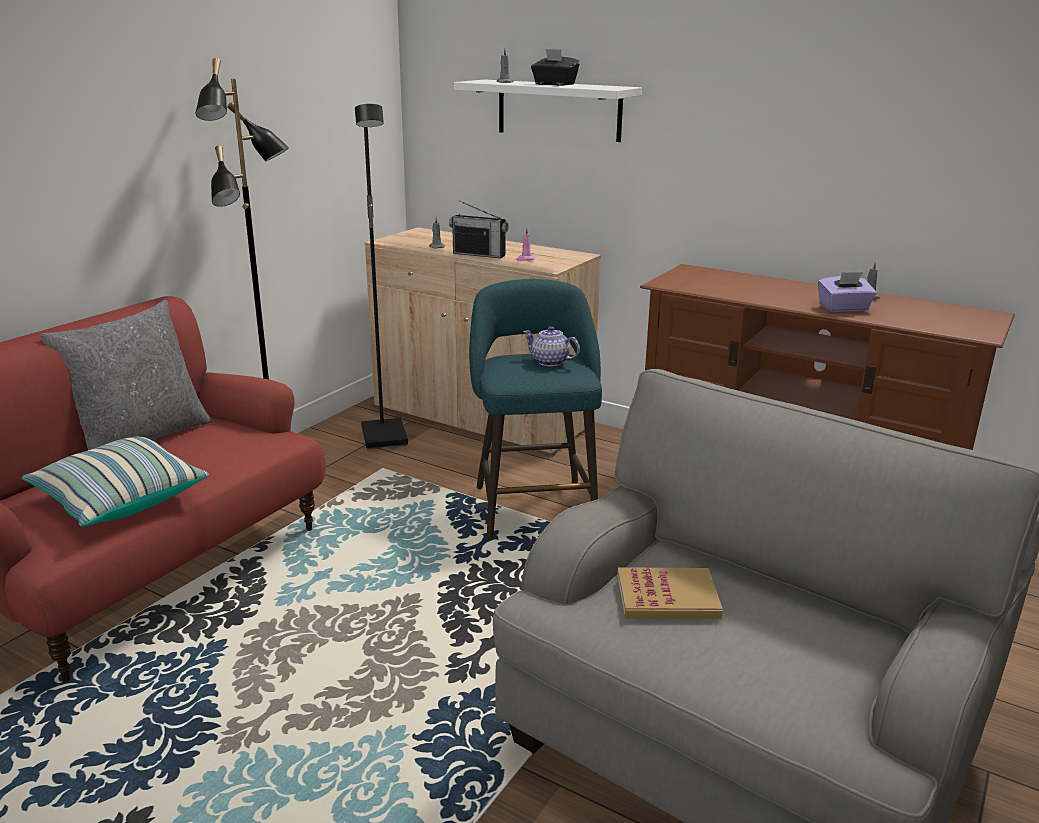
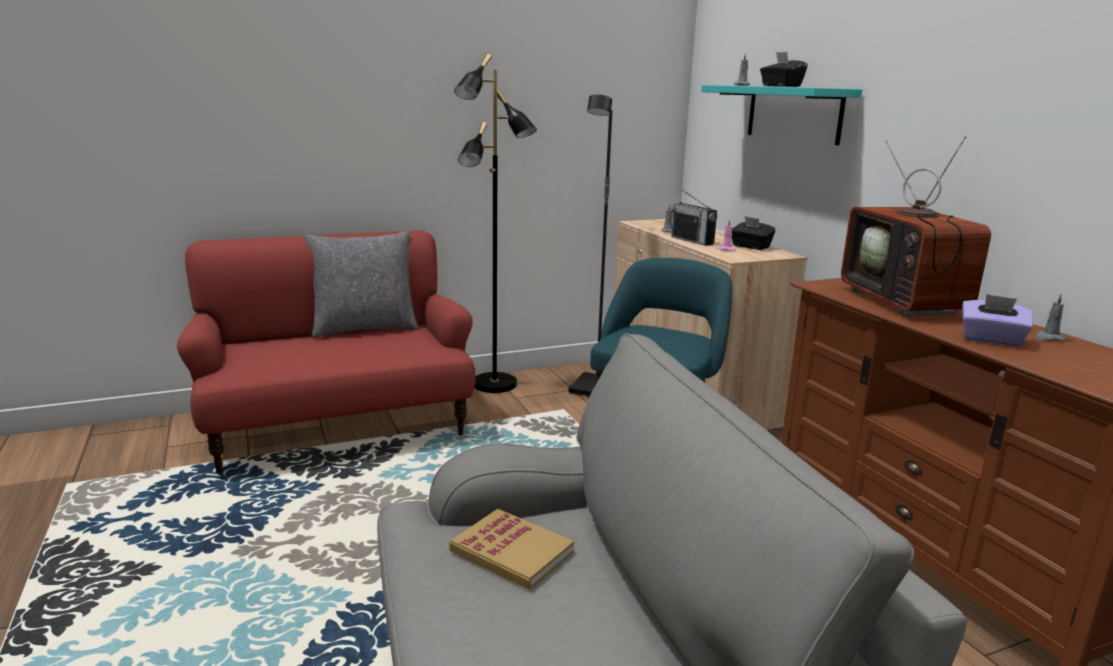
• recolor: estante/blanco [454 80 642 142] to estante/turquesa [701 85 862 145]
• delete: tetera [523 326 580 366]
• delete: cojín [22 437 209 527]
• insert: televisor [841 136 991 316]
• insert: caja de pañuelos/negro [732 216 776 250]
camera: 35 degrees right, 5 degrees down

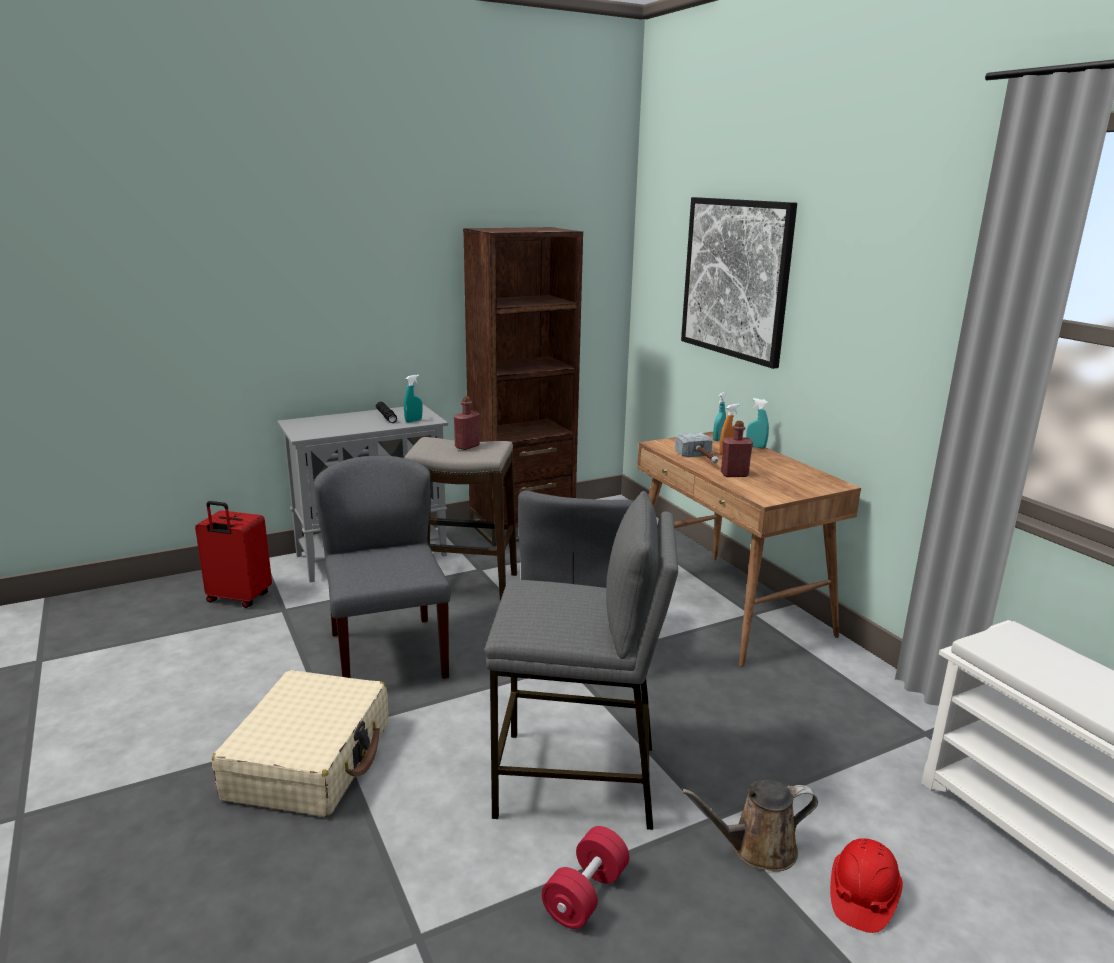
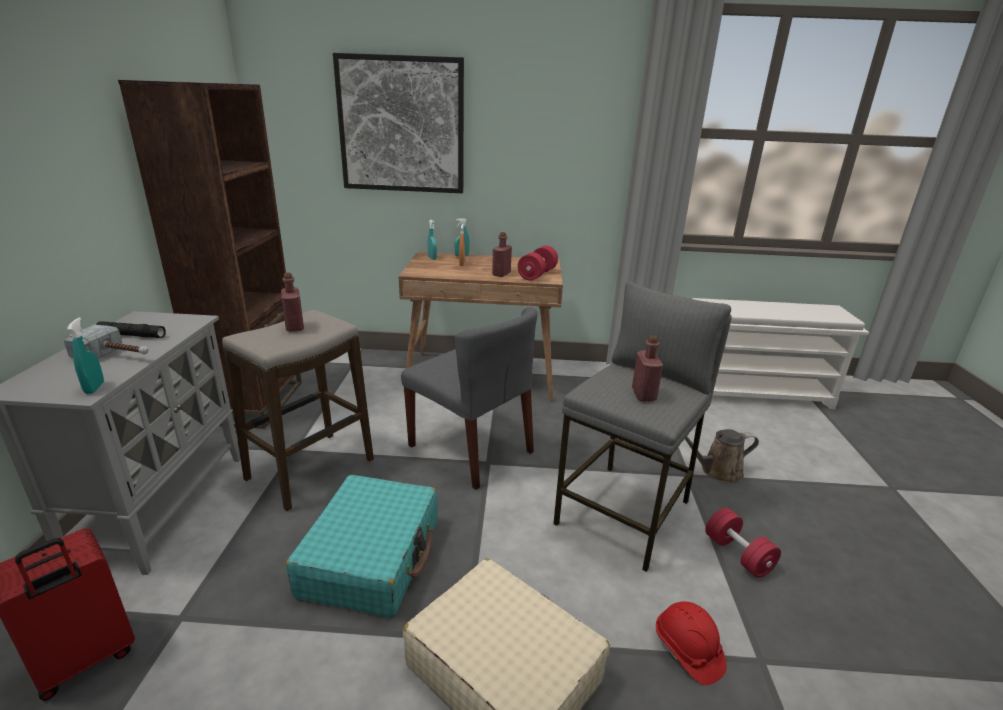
• move: pulverizador/turquesa [404 375 423 422] to [67 317 104 394]
• move: martillo [675 432 719 463] to [64 325 149 358]
• replace: silla/gris [314 456 451 679] to maleta/turquesa [286 475 438 618]
• rotate: regadera/marrón [681 780 818 872] = [685 429 759 483] 60 degrees clockwise
• move: casco/rojo [830 838 903 933] to [656 601 727 685]
• insert: mancuerna/rojo [518 246 558 281]
• insert: botella/rojo [632 335 663 402]
camera: 60 degrees left, 5 degrees up

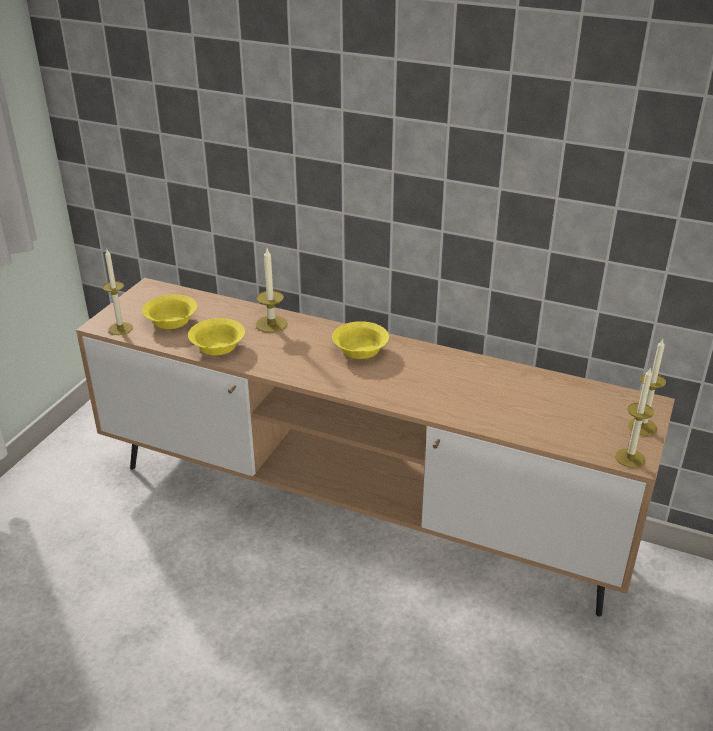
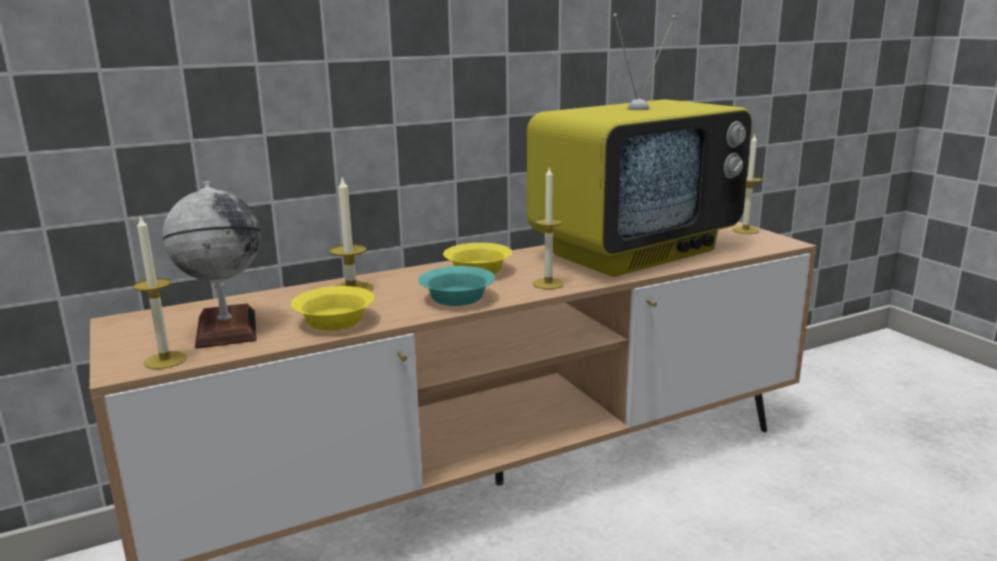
• replace: cuenco/amarillo [142 294 197 329] to globo terráqueo [163 181 261 349]
• move: vela [615 367 654 468] to [533 166 564 289]
• insert: televisor [527 13 752 277]
• insert: cuenco/turquesa [418 266 495 306]
camera: 50 degrees left, 15 degrees down

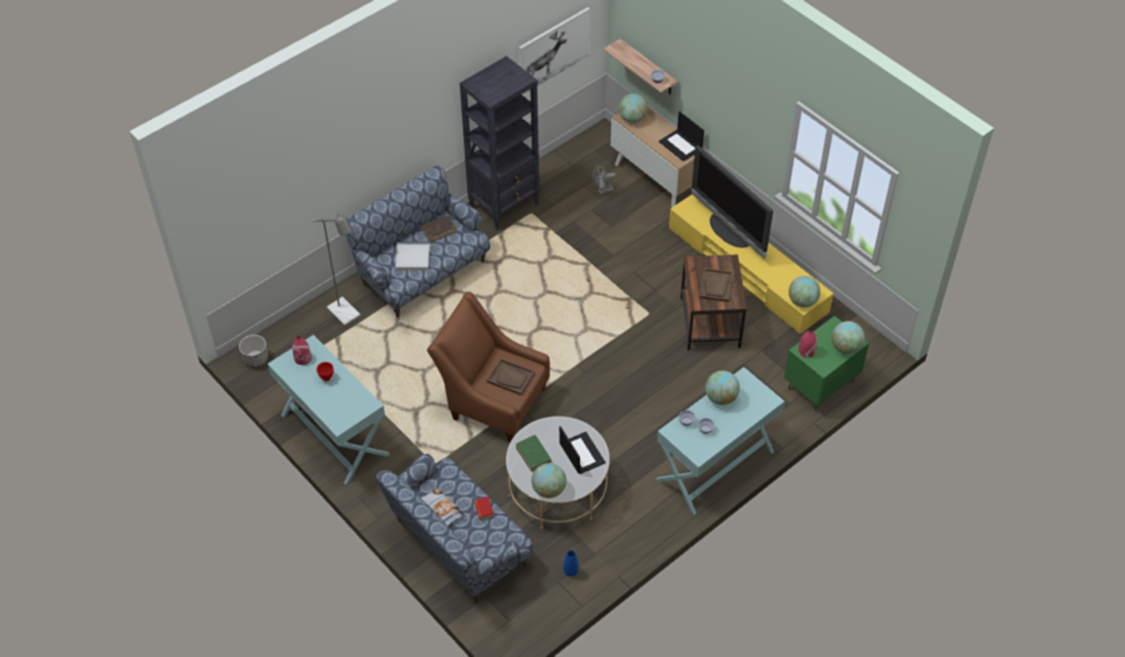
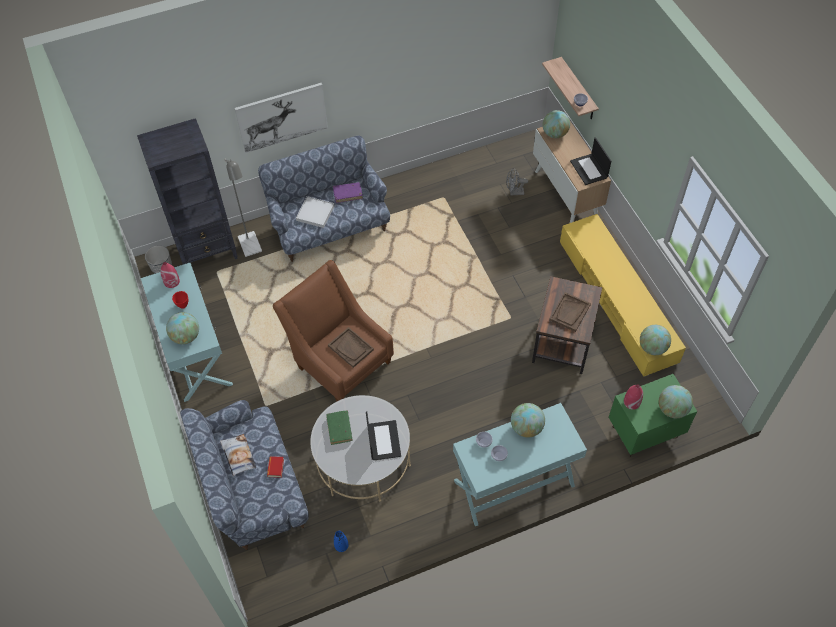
• move: cuadro [519 7 590 95] to [235 83 328 153]
• move: estantería/negro [460 56 540 230] to [137 118 238 264]
• delete: televisor [692 145 773 259]
• recolor: libro/marrón [421 216 457 243] to libro/morado [333 182 363 203]
• move: globo terráqueo [531 463 566 498] to [166 312 199 344]
camera: 20 degrees right, 5 degrees up

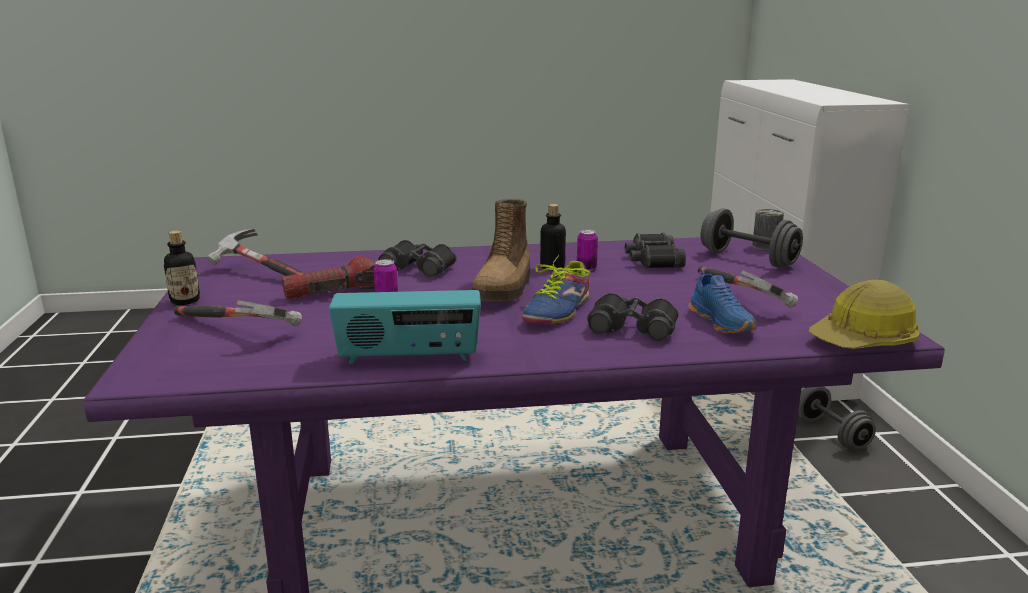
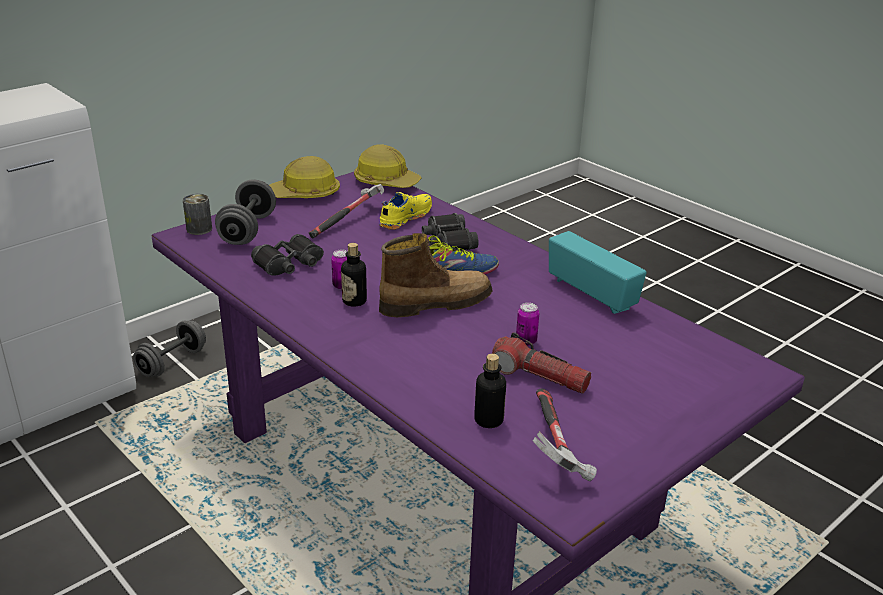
• move: botella [164 231 200 305] to [474 354 506 428]
• delete: prismáticos/negro [378 240 457 277]
• recolor: zapato/azul [689 269 756 333] to zapato/amarillo [379 192 432 230]
• delete: martillo [174 300 302 326]
• insert: casco [269 156 340 198]
camera: 125 degrees left, 10 degrees up

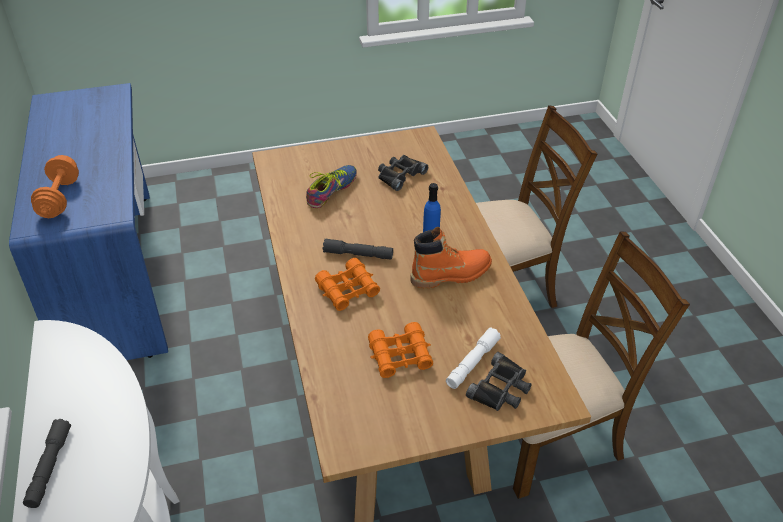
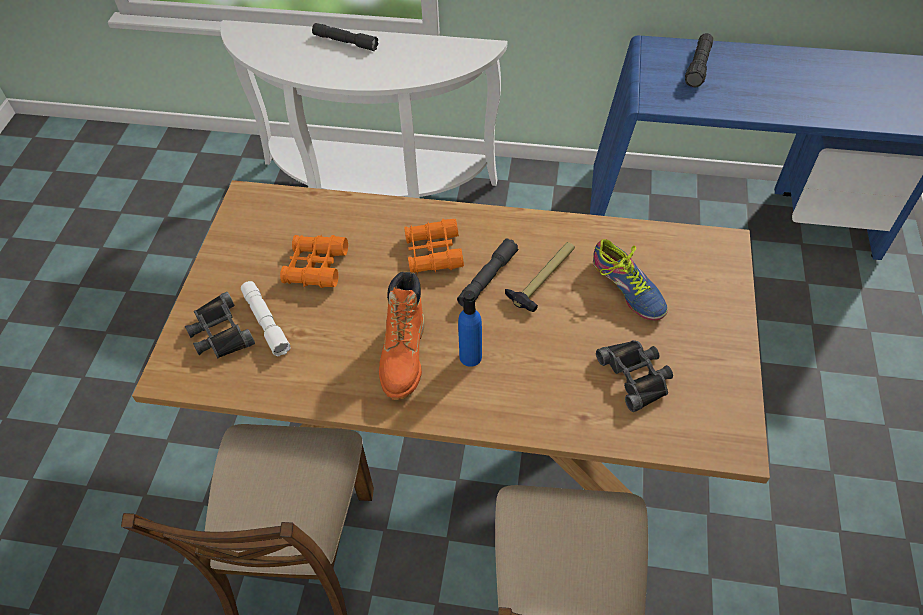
• replace: mancuerna/naranja [31 155 79 218] to linterna/negro [685 33 713 88]
• insert: martillo [505 242 575 312]
camera: 115 degrees right, 10 degrees up

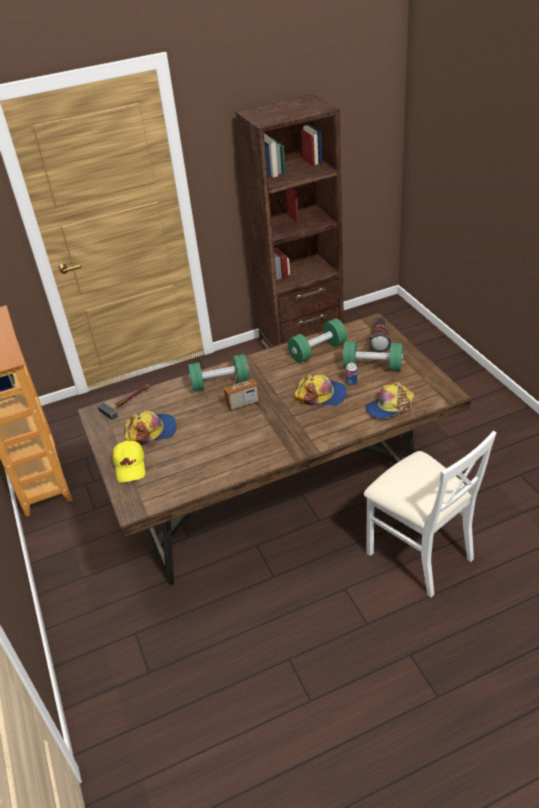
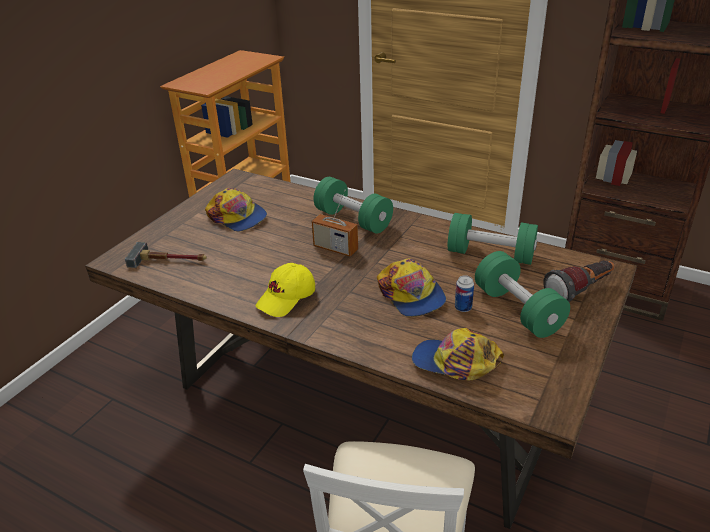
• move: martillo [98 385 149 420] to [125 242 207 268]
• move: gorra/amarillo [113 441 145 483] to [255 263 315 317]
camera: 50 degrees right, 5 degrees down

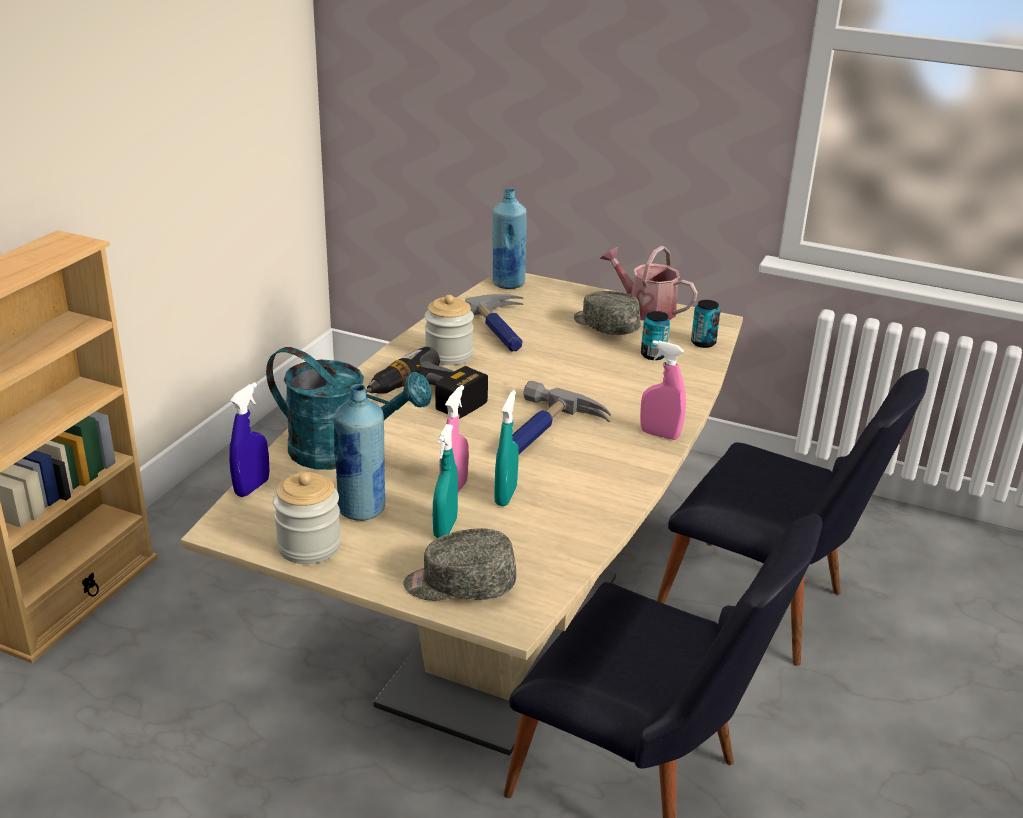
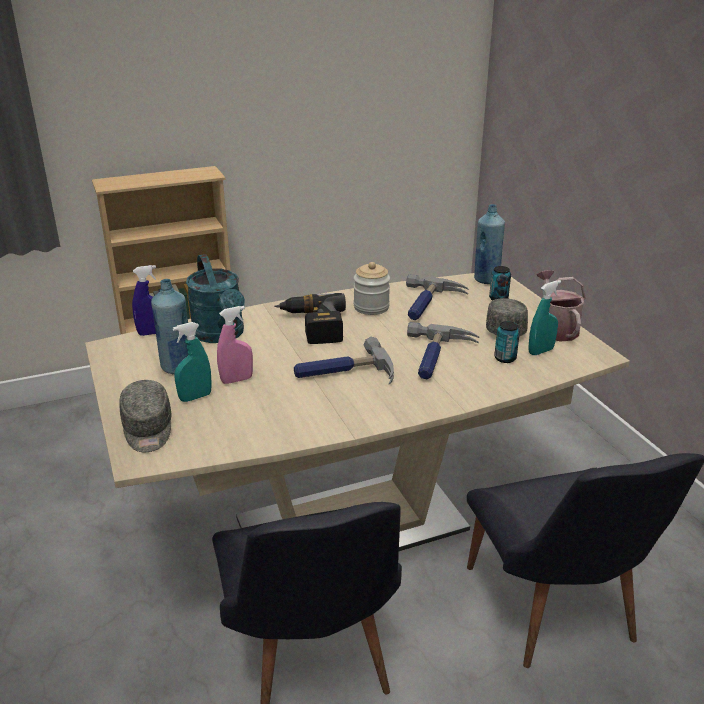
• move: lata [691 300 720 348] to [489 266 511 301]
• delete: pulverizador/rosa [640 340 686 440]
• move: pulverizador/turquesa [494 390 519 506] to [529 280 561 355]
• delete: tarro [273 472 341 564]
• rotate: gorra/gris [404 529 516 601] = [119 380 171 452] 150 degrees counterclockwise
• insert: martillo [407 322 479 380]
camera: 45 degrees right, 0 degrees up

